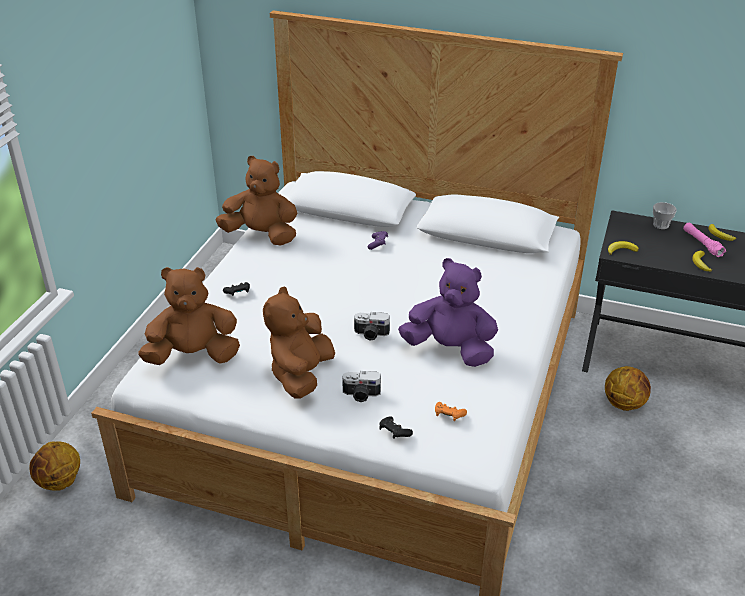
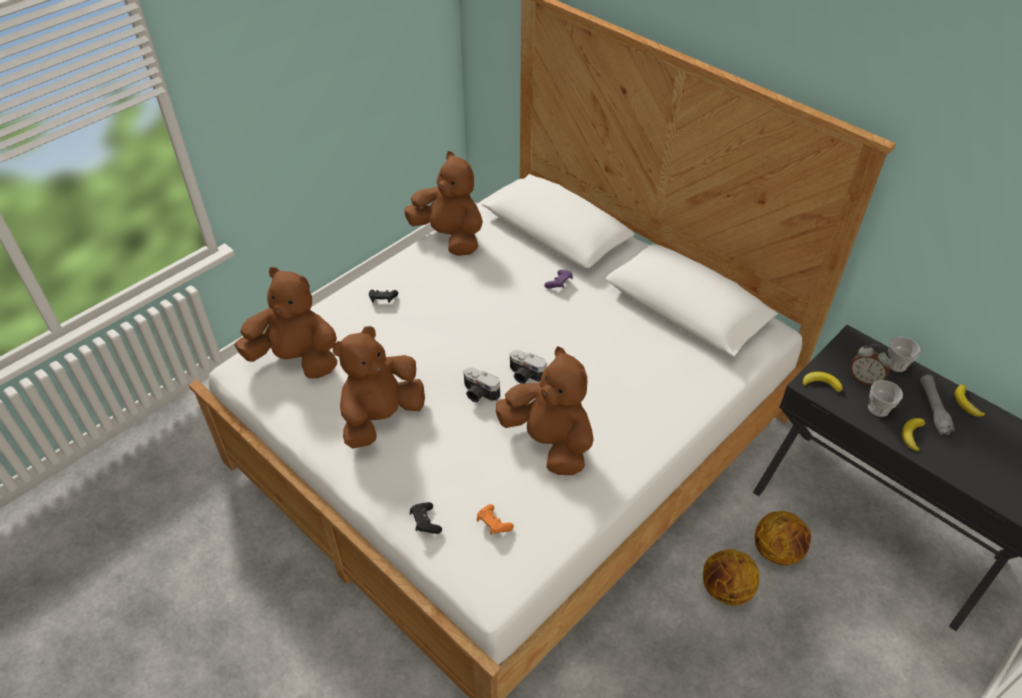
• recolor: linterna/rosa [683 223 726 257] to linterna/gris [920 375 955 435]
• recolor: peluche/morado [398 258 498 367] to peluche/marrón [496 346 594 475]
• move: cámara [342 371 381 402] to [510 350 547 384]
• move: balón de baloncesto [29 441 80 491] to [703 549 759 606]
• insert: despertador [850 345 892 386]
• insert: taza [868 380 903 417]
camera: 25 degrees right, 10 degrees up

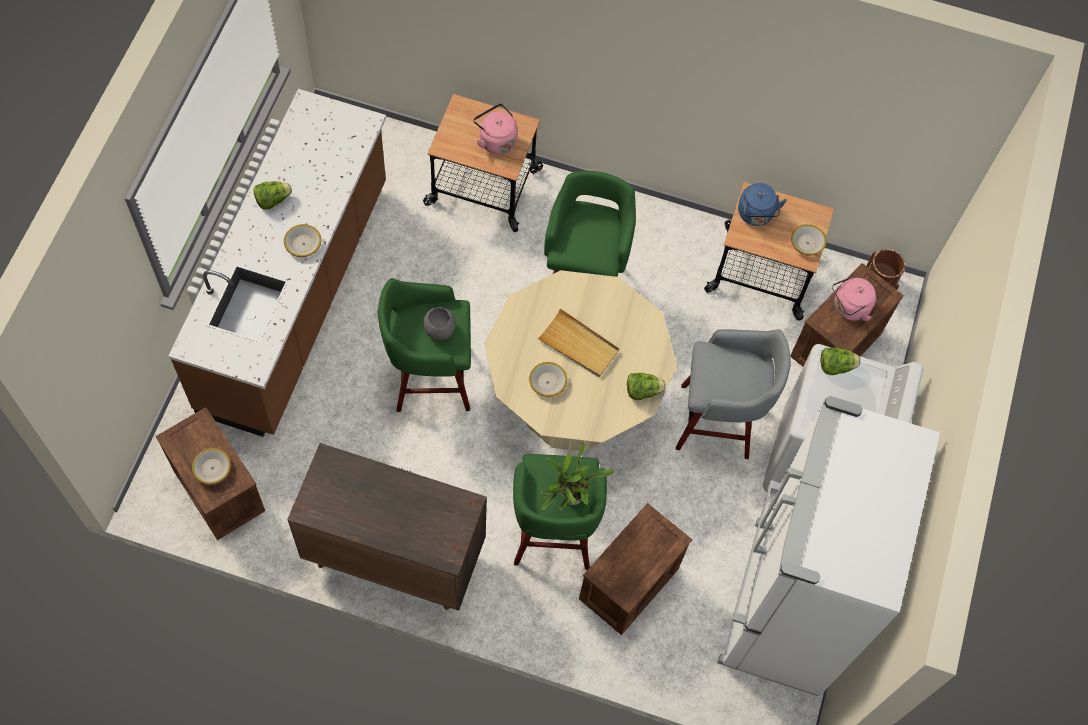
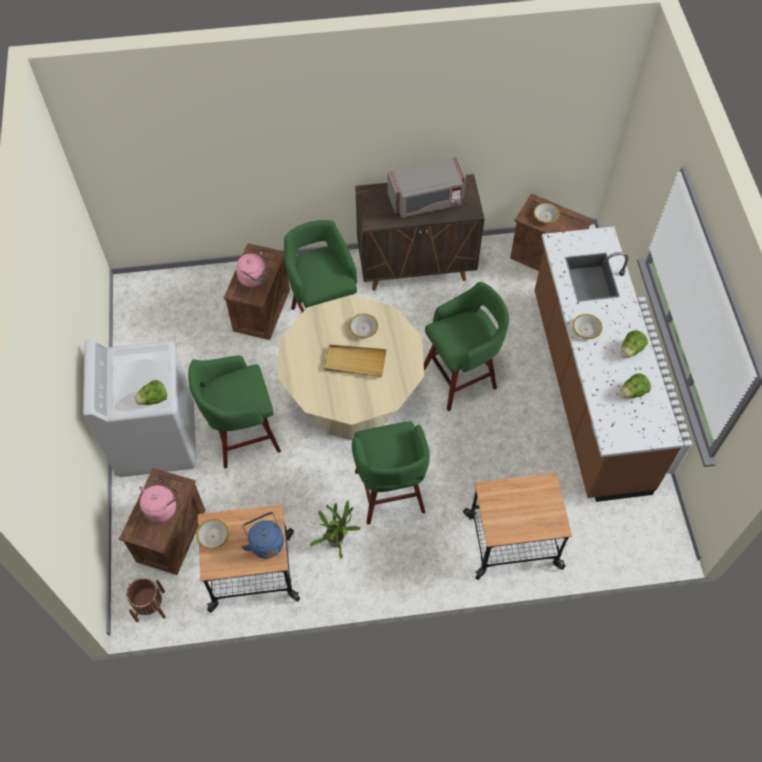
• move: hervidor/rosa [473 103 517 154] to [236 252 271 287]
• delete: cuenco/gris [423 307 456 340]
• recolor: taburete/gris [676 329 791 459] to taburete/verde [188 355 281 468]
• move: lechuga [627 373 666 400] to [619 373 651 398]
• delete: nevera/blanco [717 396 940 696]
• move: planta en maceta [541 442 615 512] to [310 500 361 558]
• insert: microondas/gris [387 157 466 218]
camera: 160 degrees right, 5 degrees down

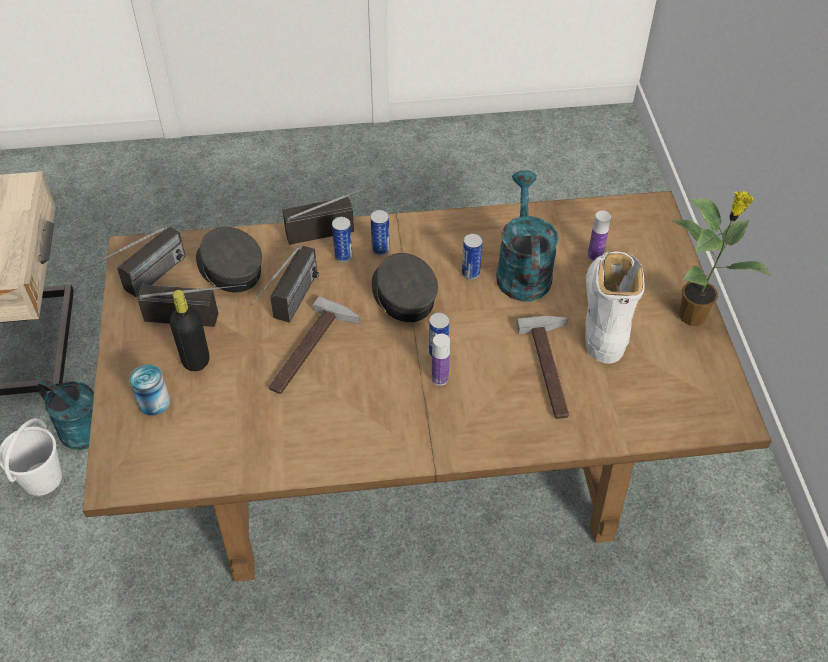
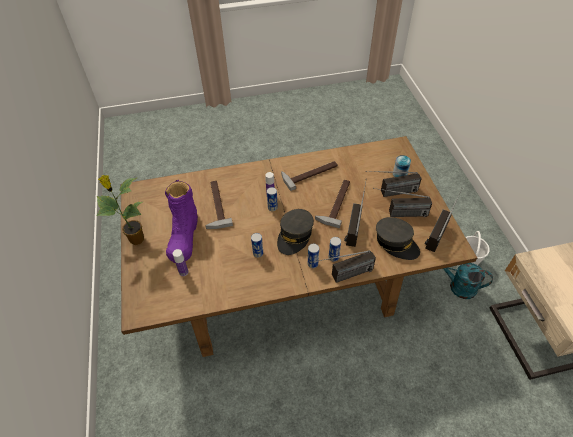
• delete: regadera/turquesa [496 170 559 302]
• recolor: bota/blanco [585 251 645 364] to bota/morado [165 180 198 263]
• rotate: gorra/gris [372 253 438 322] = [277 209 314 255] 60 degrees clockwise
• replace: botella/negro [170 290 209 371] to radio [366 171 422 197]
• insert: martillo [281 161 338 191]
camera: 175 degrees right, 0 degrees up

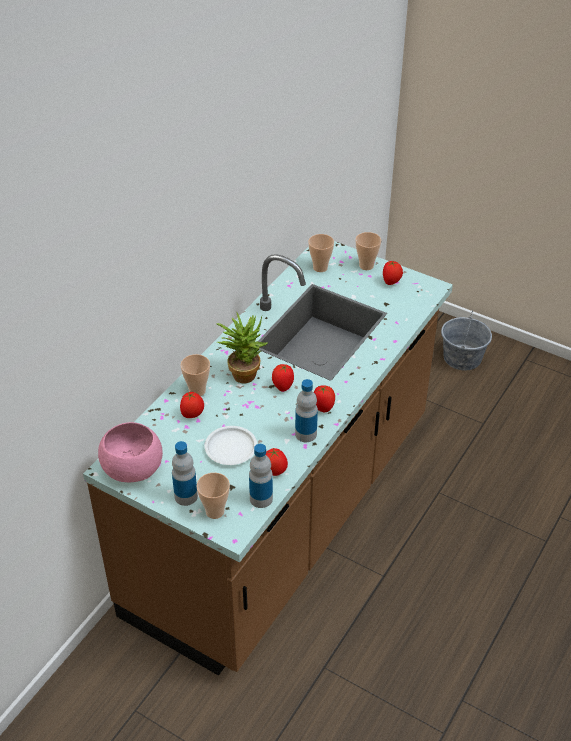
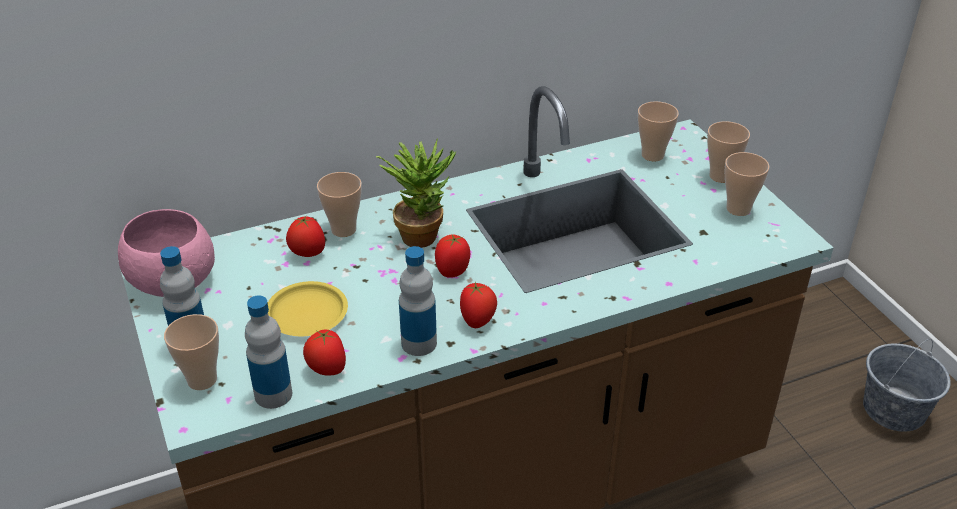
• replace: tomate [383 260 403 285] to taza [724 152 770 216]
• recolor: plato/blanco [205 426 257 465] to plato/amarillo [268 281 348 336]
camera: 35 degrees right, 5 degrees down

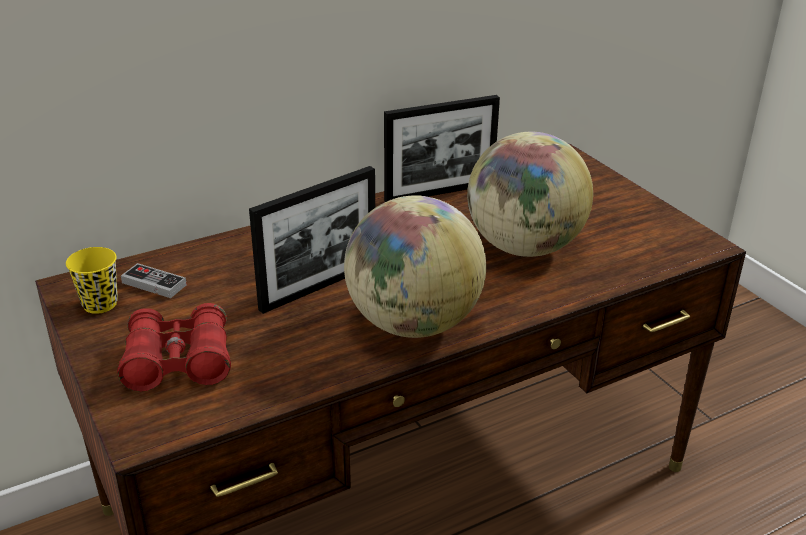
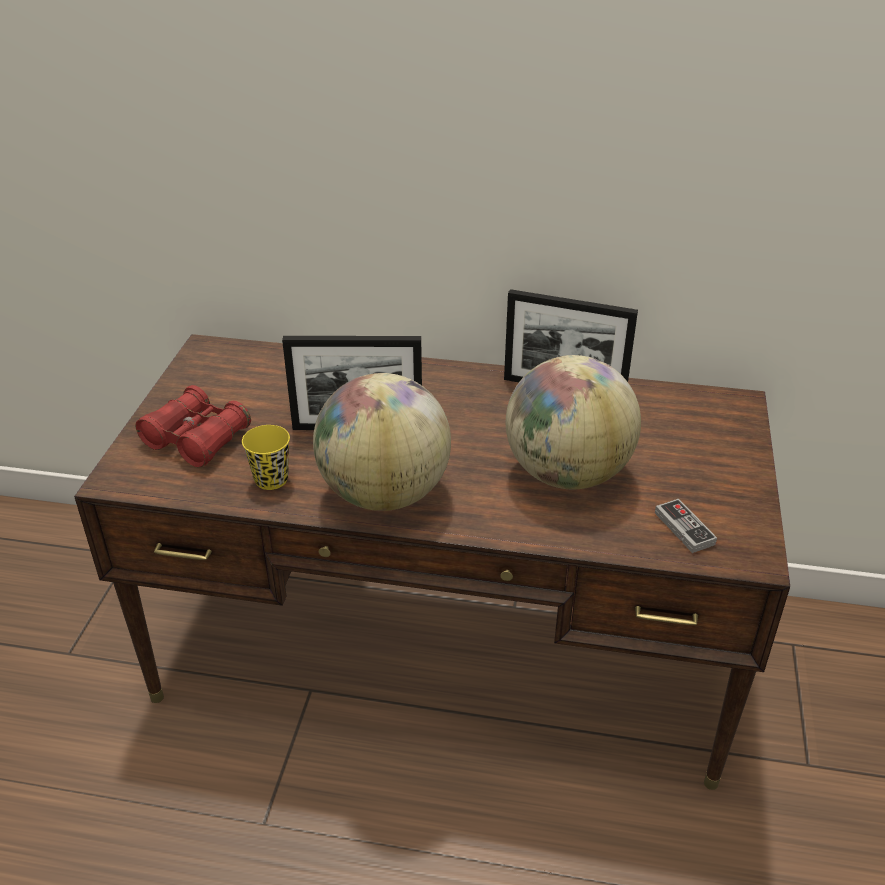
• move: taza/amarillo [66 247 118 314] to [242 425 290 490]
• move: mando de consola [121 263 187 298] to [655 499 717 553]
camera: 40 degrees right, 5 degrees up

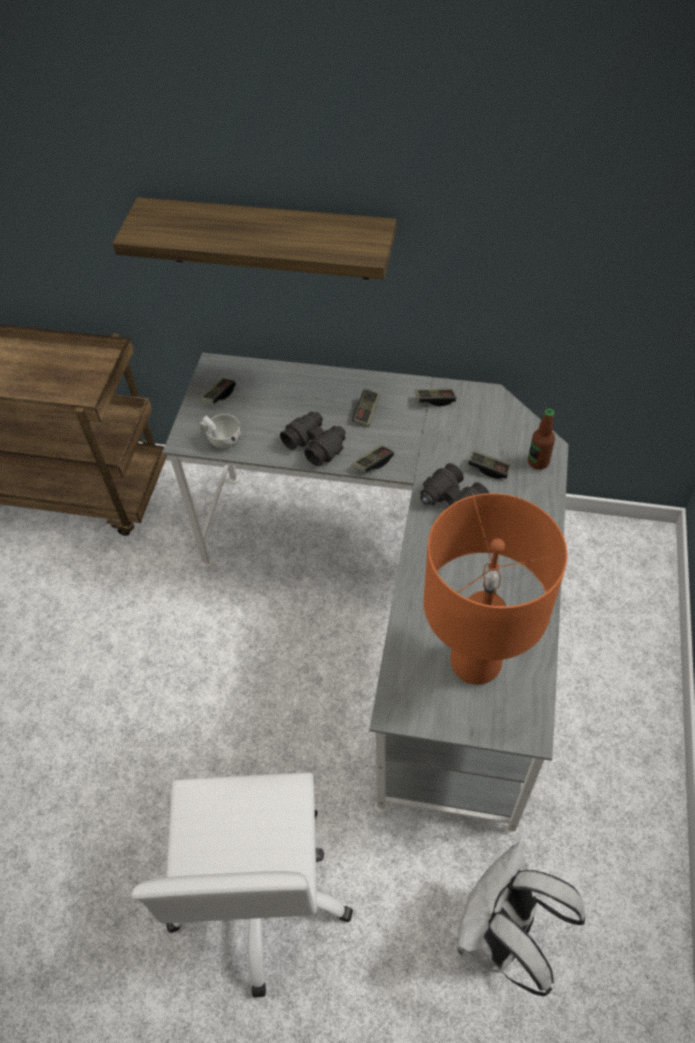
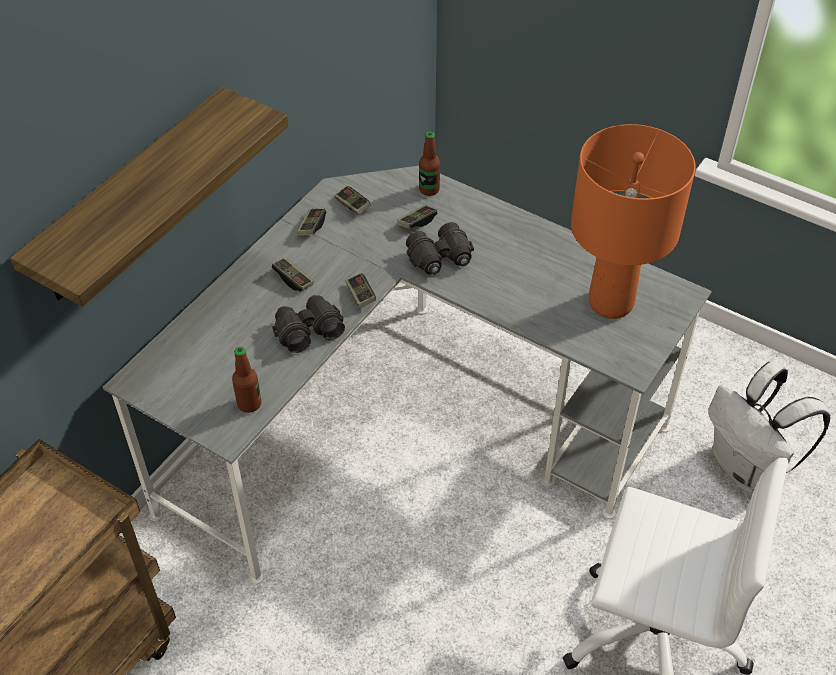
• move: mando de consola [200 378 236 404] to [334 186 371 215]
• replace: taza/blanco [199 414 241 448] to botella [232 347 261 413]
camera: 70 degrees left, 5 degrees down

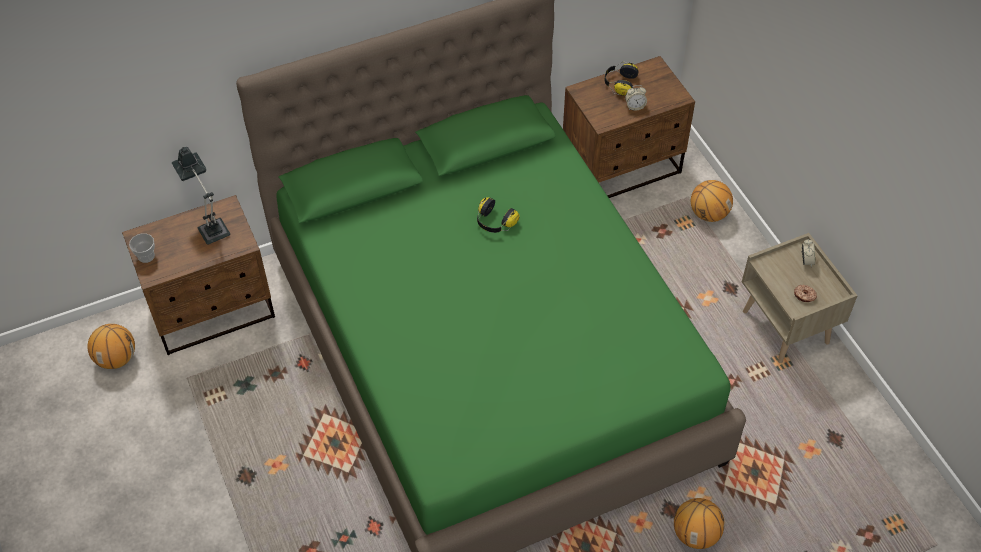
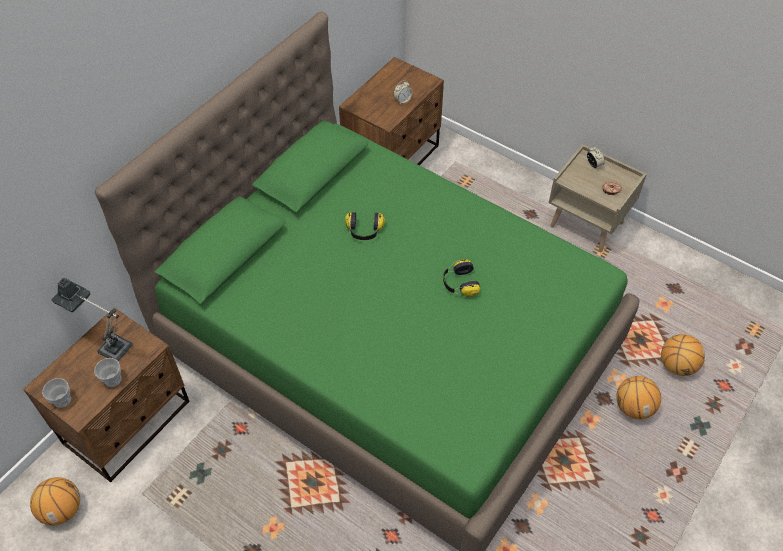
• move: auriculares [605 62 639 96] to [443 259 480 297]
• move: balón de baloncesto [691 180 733 222] to [661 334 705 376]
• insert: taza [94 358 121 387]
camera: 30 degrees left, 0 degrees up

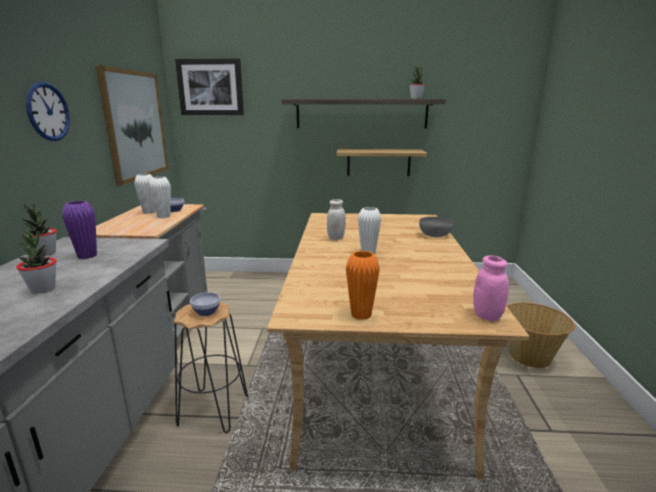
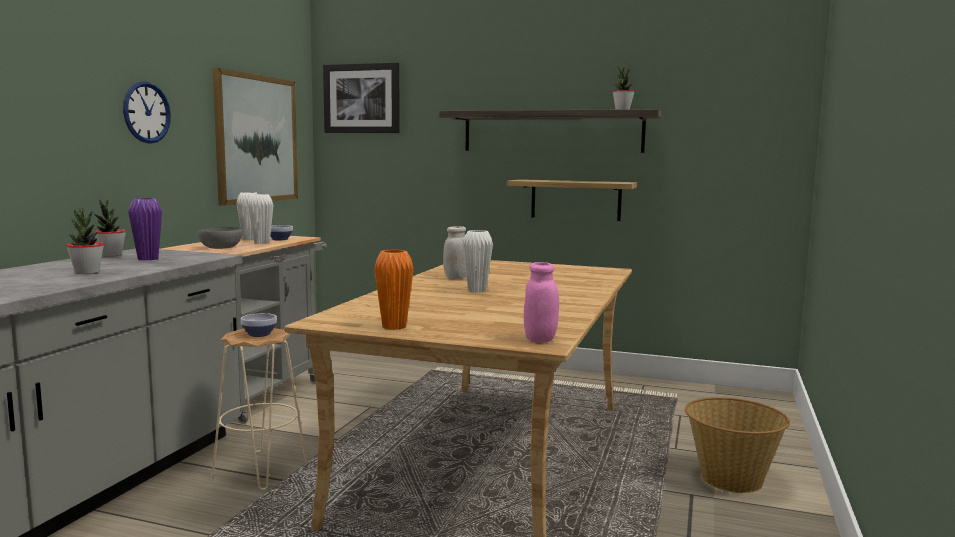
• move: cuenco/gris [419 217 454 237] to [198 227 243 249]
• recolor: taburete/negro [174 302 248 433] to taburete/beis [212 328 308 490]
camera: 15 degrees right, 10 degrees down

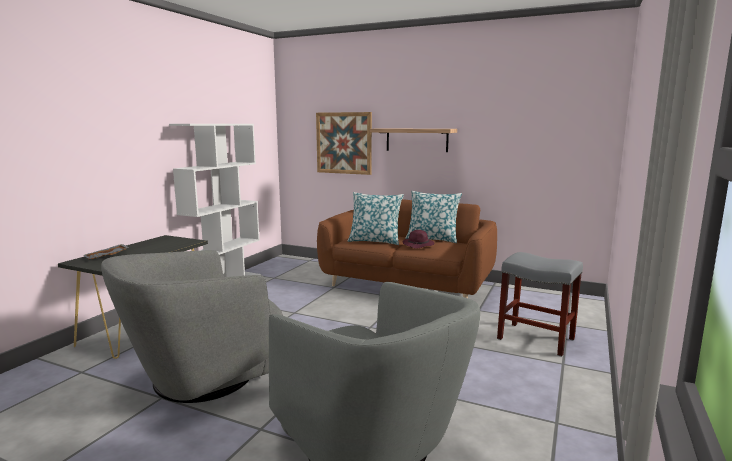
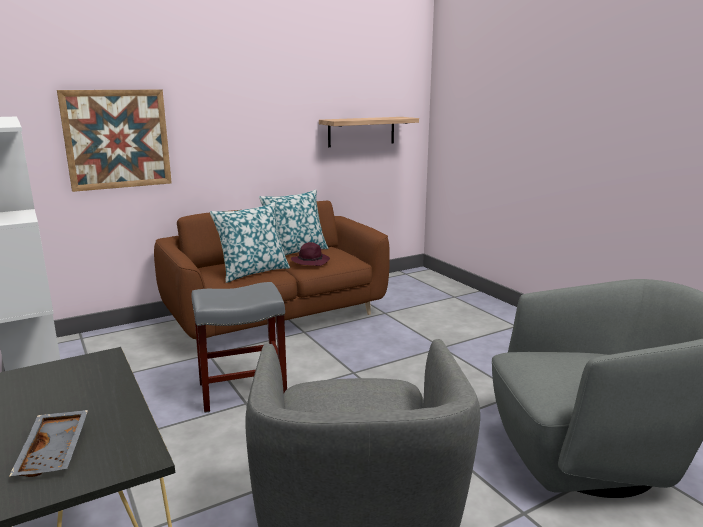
• move: estante [370 128 457 152] to [319 117 419 147]
• move: taburete/gris [497 252 583 357] to [192 282 287 413]
camera: 55 degrees left, 5 degrees up

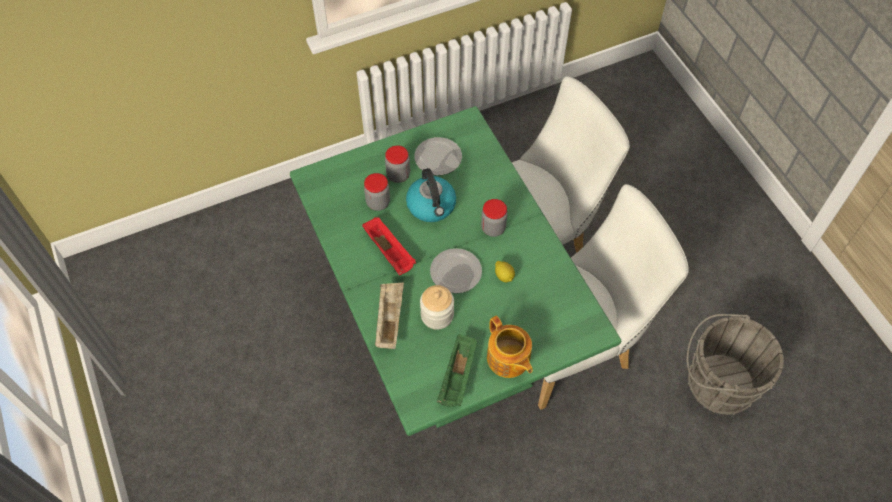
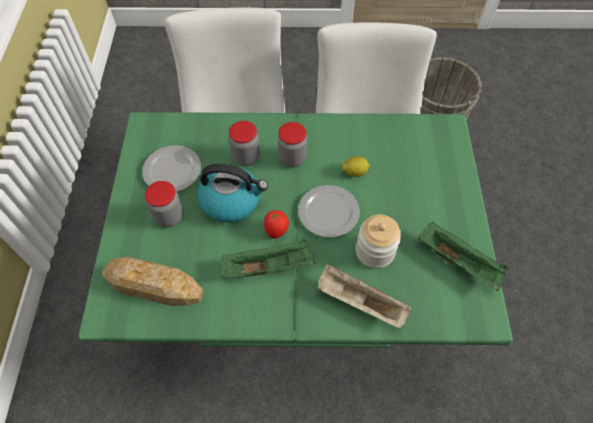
• move: tarro [364 173 390 211] to [229 121 260 166]
• recolor: bandeja/rojo [362 217 416 275] to bandeja/verde [221 239 315 278]
• delete: tetera [487 316 533 378]
• insert: tomate [264 210 289 239]
• insert: pan [102 256 204 306]
camera: 65 degrees left, 0 degrees up

